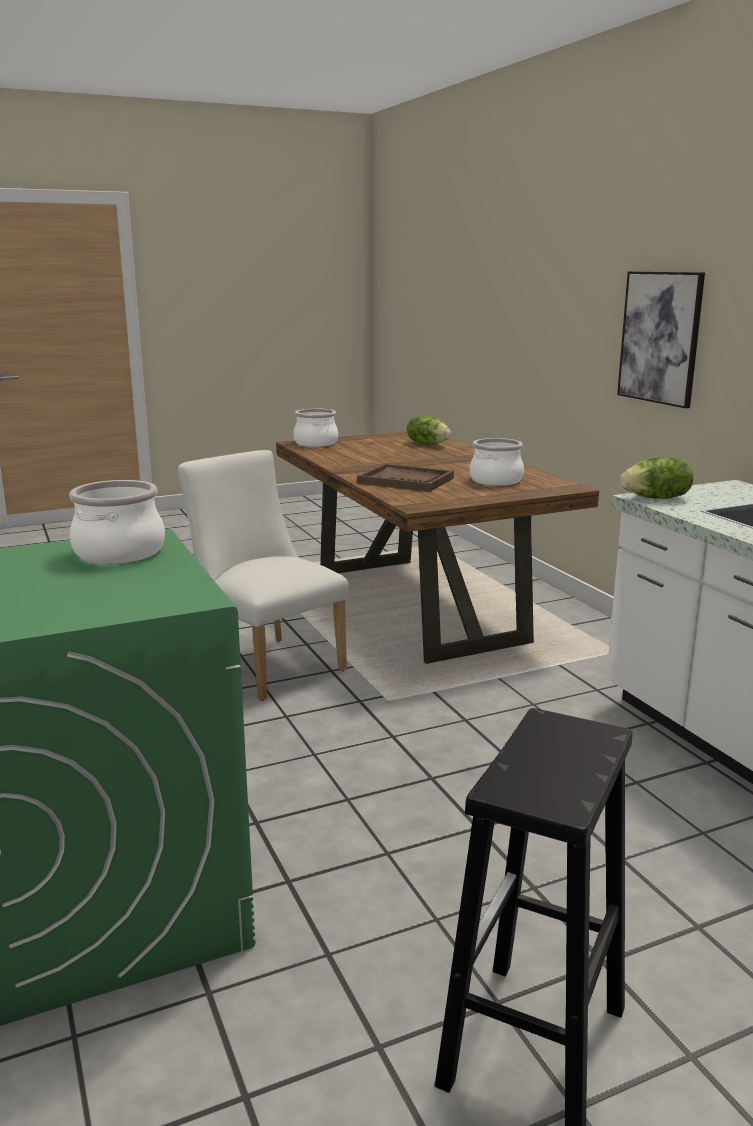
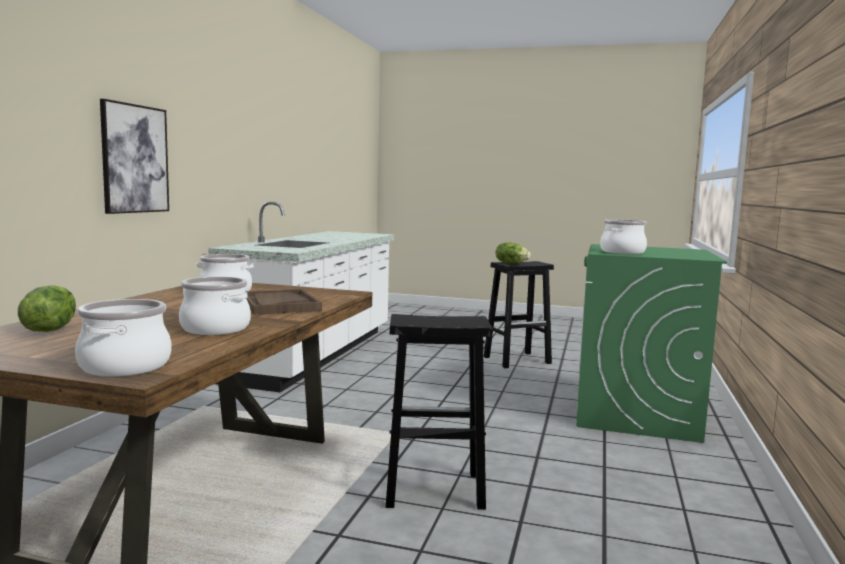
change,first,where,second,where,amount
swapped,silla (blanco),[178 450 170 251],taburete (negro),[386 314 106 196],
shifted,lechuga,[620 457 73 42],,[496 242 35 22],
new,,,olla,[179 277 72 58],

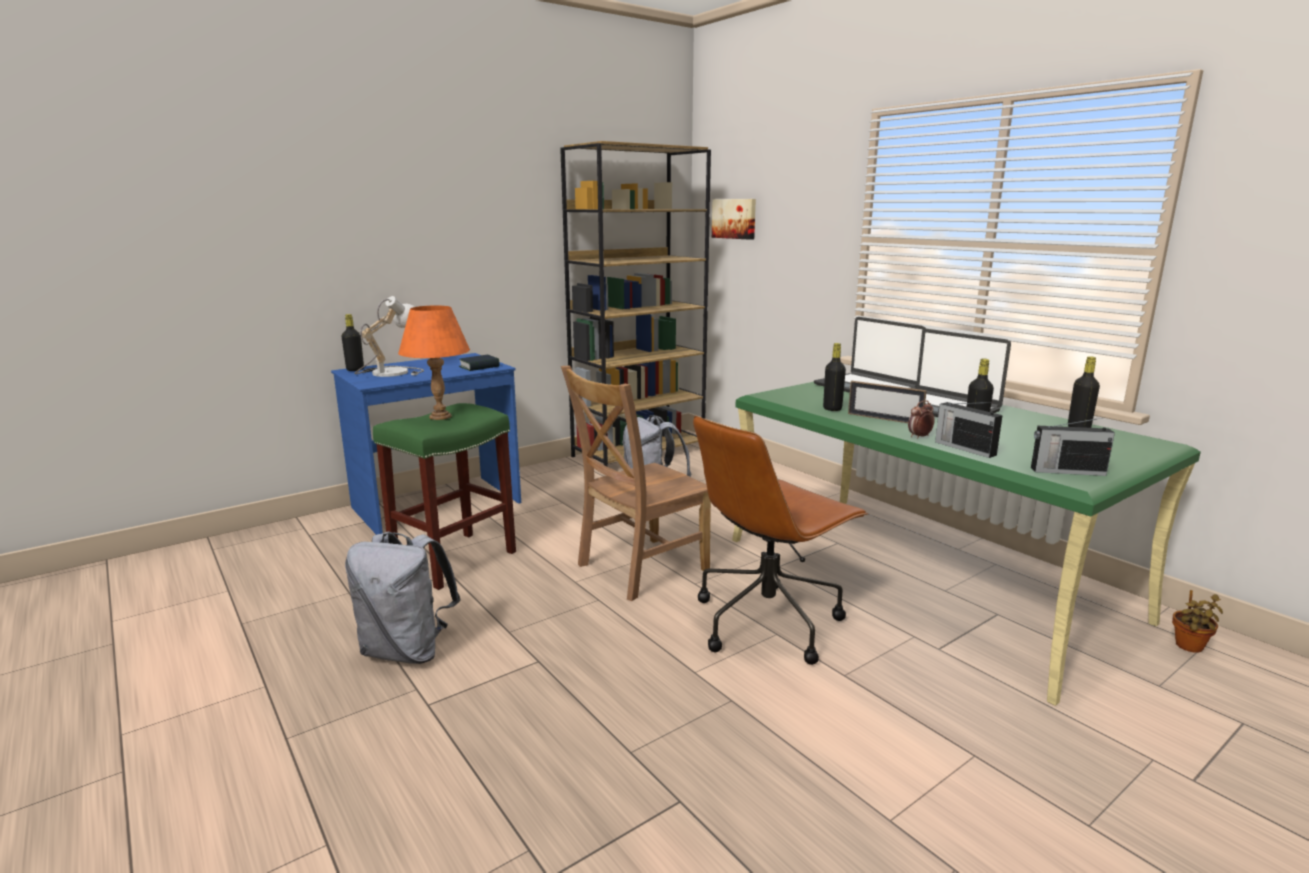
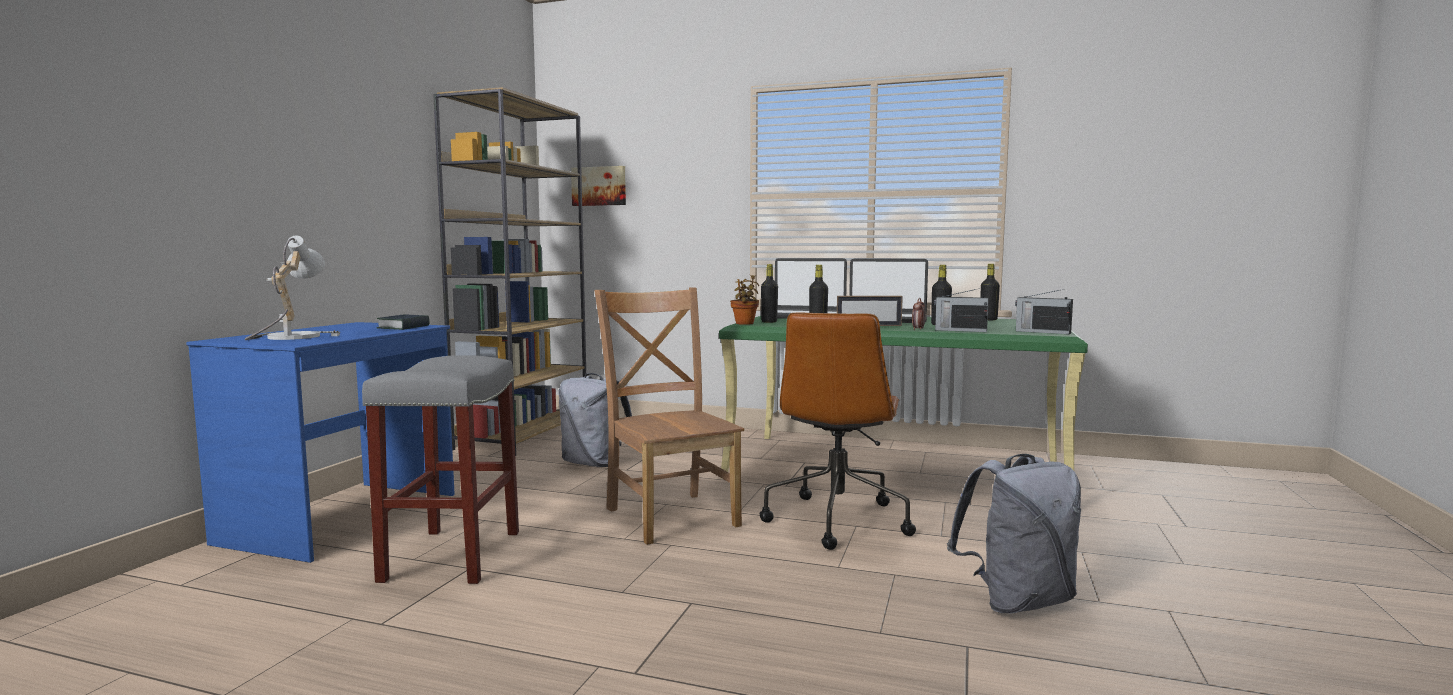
change,first,where,second,where,amount
gone,lámpara de mesa (naranja),[398 306 72 114],,,
shifted,botella (negro),[342 314 22 57],,[761 264 17 59],
rotated,silla (marrón),[561 365 150 236],,[594 287 150 258],135 degrees clockwise
repainted,taburete (verde),[373 403 143 187],taburete (gris),[362 355 157 229],
rotated,radio,[1031 417 84 59],,[1015 289 58 45],60 degrees clockwise
shifted,mochila (gris),[345 531 115 133],,[947 454 134 159],
shifted,planta en maceta,[1172 590 51 63],,[730 275 29 50],

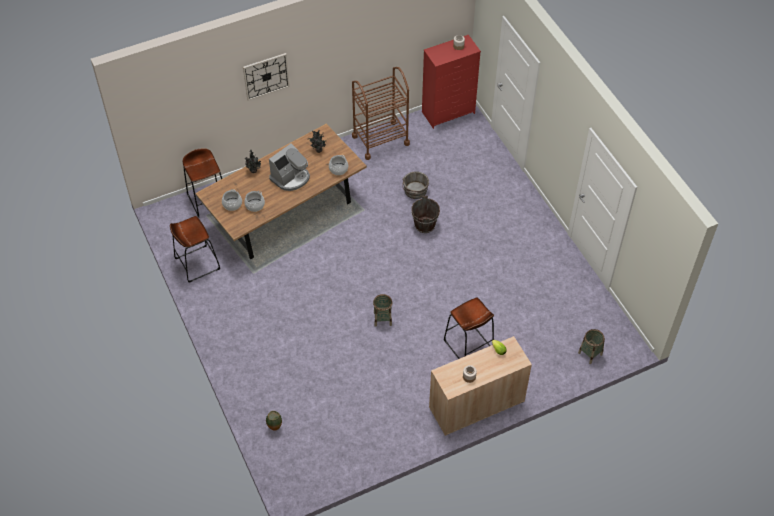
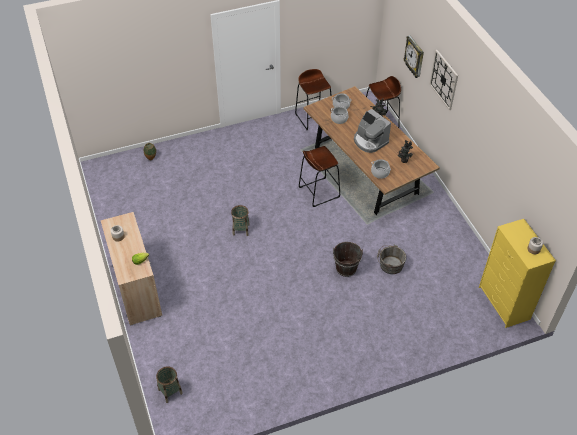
change,first,where,second,where,amount
repainted,cómoda (rojo),[422 35 59 94],cómoda (amarillo),[479 219 77 109],
gone,carrito (marrón),[352 67 58 93],,,
shifted,taburete (marrón),[444 297 50 62],,[299 146 41 61],
new,,,reloj de pared,[403 35 21 43],

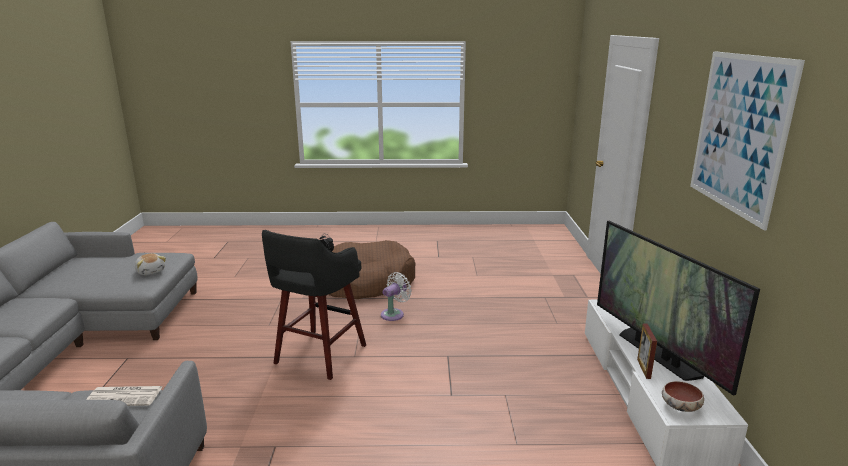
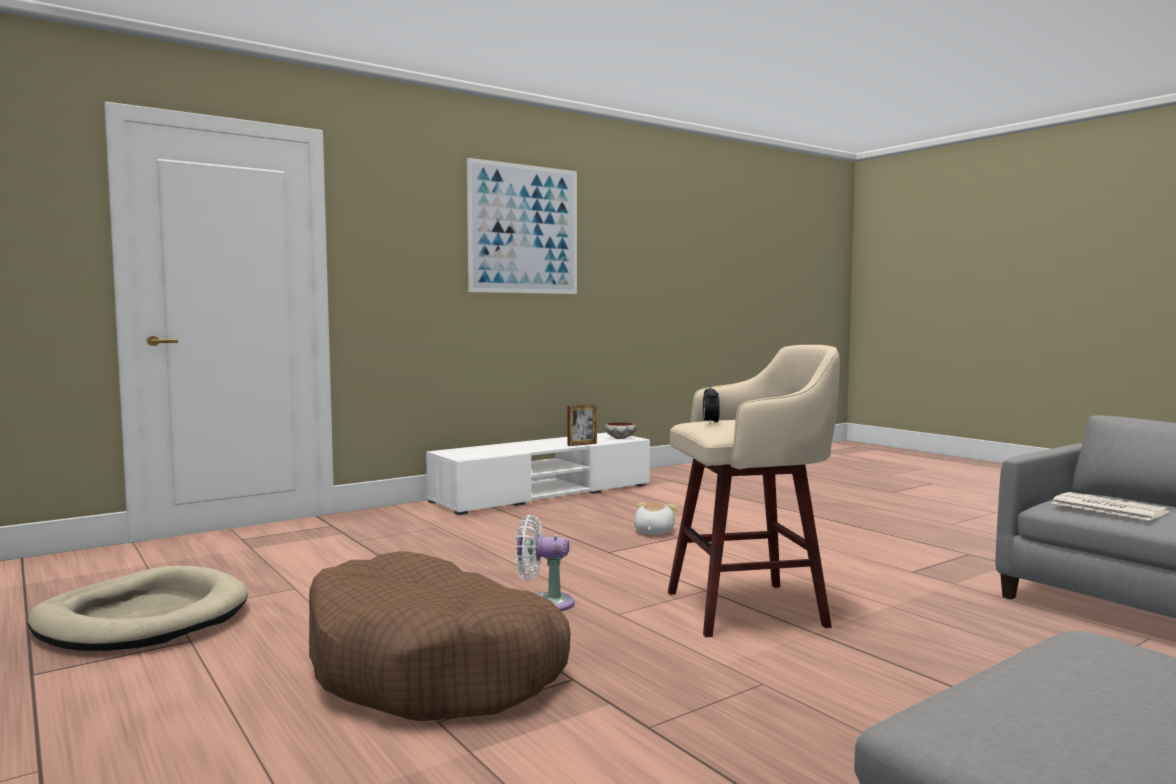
change,first,where,second,where,amount
gone,televisor,[597 221 163 175],,,
repainted,taburete (negro),[262 230 104 150],taburete (beis),[668 345 172 292],
shifted,peluche,[135 253 31 22],,[634 503 43 32],
new,,,cama para perro (beis),[27 566 221 85],

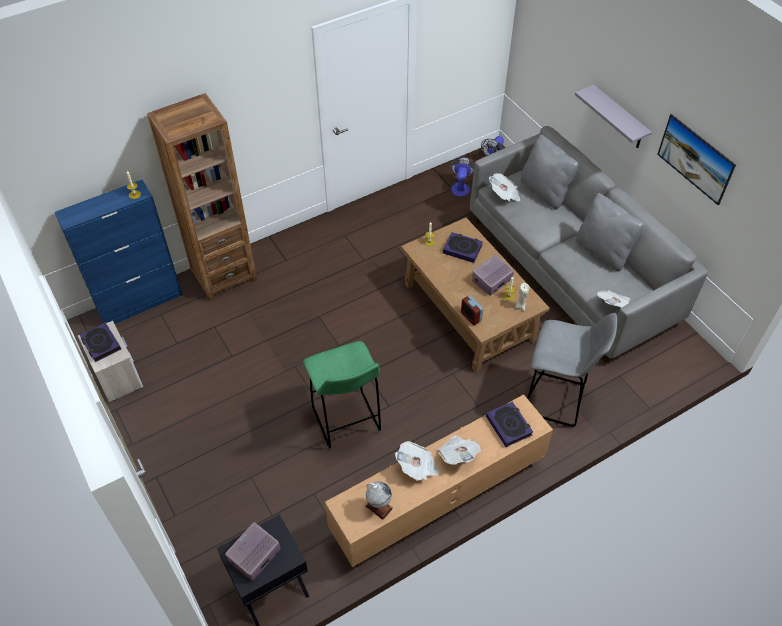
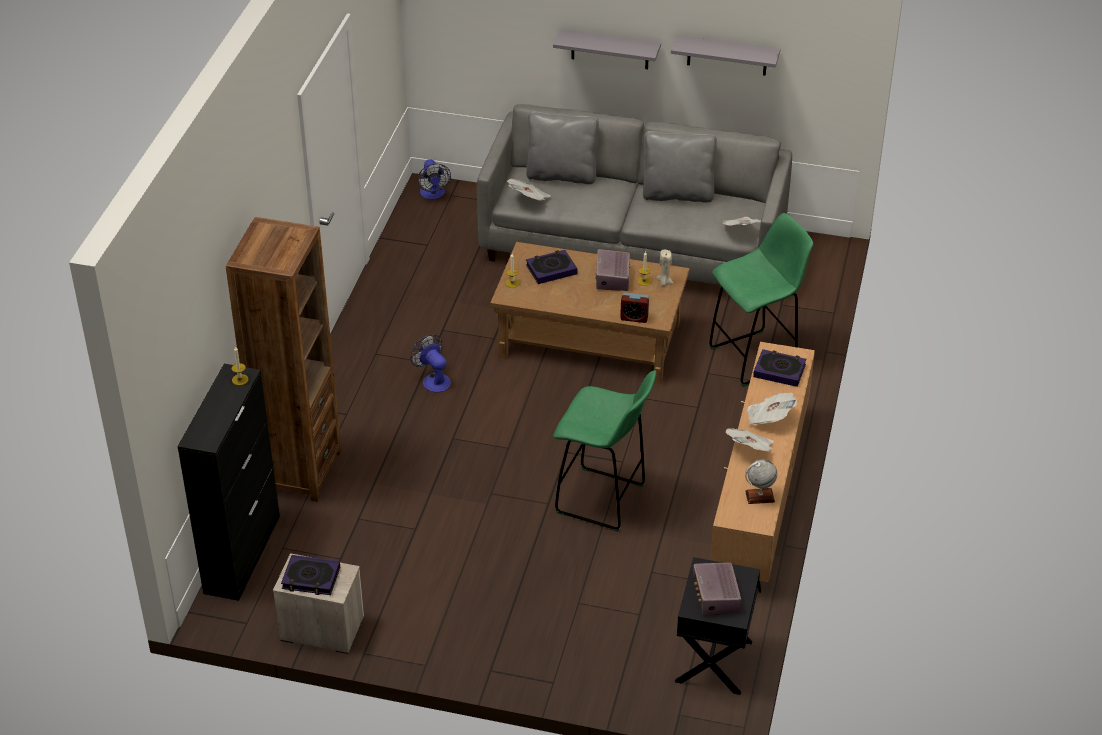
change,first,where,second,where,amount
swapped,cuadro,[657 114 79 91],estante (gris),[671 35 109 41],
shifted,ventilador,[450 157 25 40],,[410 335 41 58],
repainted,armario (azul),[55 180 127 144],armario (negro),[177 364 103 237],
repainted,taburete (gris),[527 313 90 115],taburete (verde),[709 213 104 174],

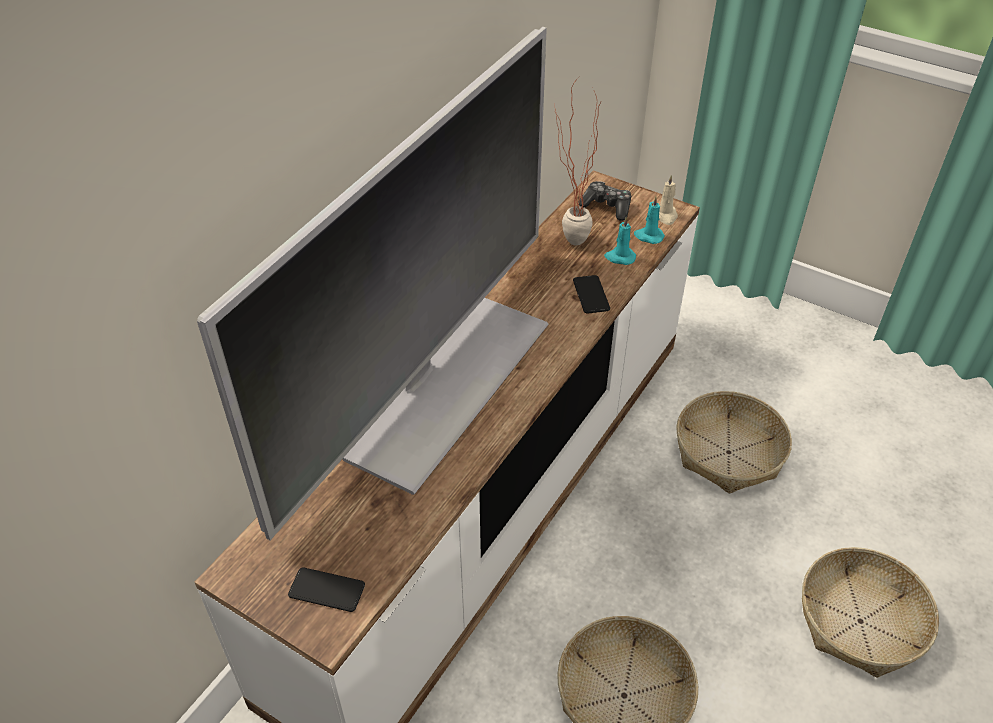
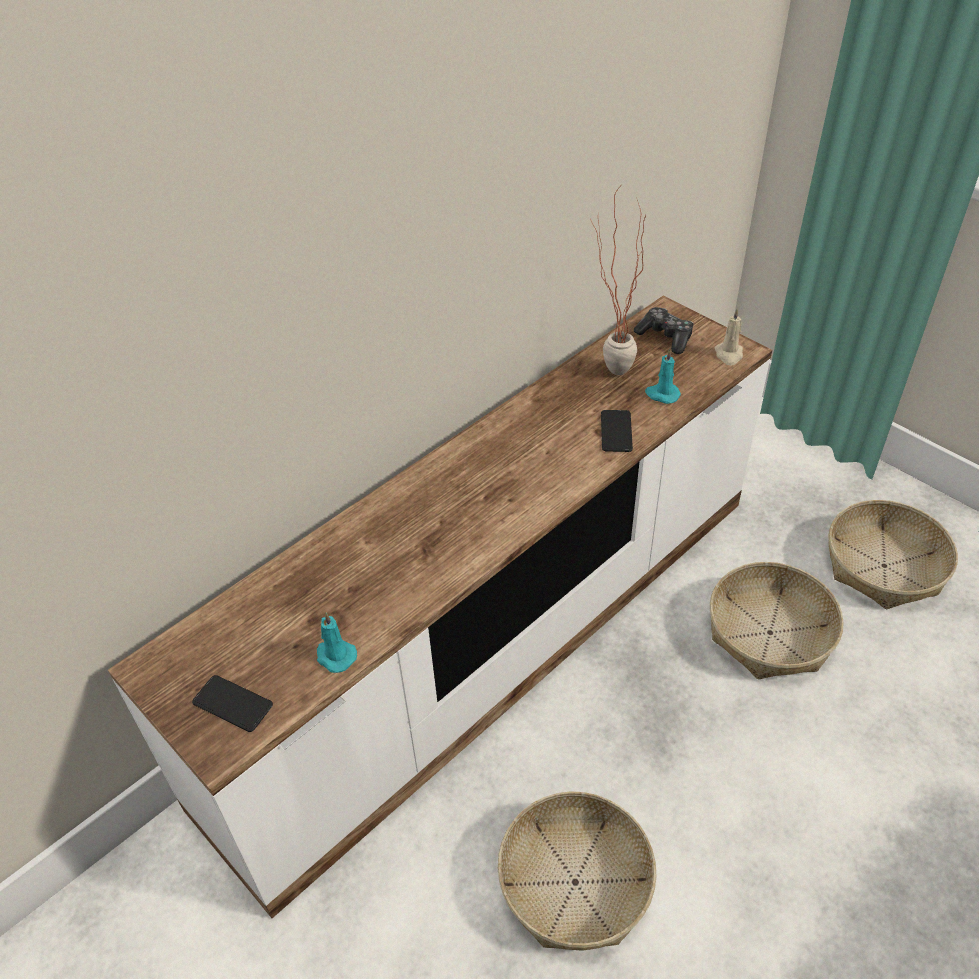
change,first,where,second,where,amount
gone,televisor,[197 27 352 513],,,
shifted,vela (turquesa),[634 196 31 48],,[317 613 40 60],
shifted,cesta,[802 547 137 131],,[828 500 130 110],

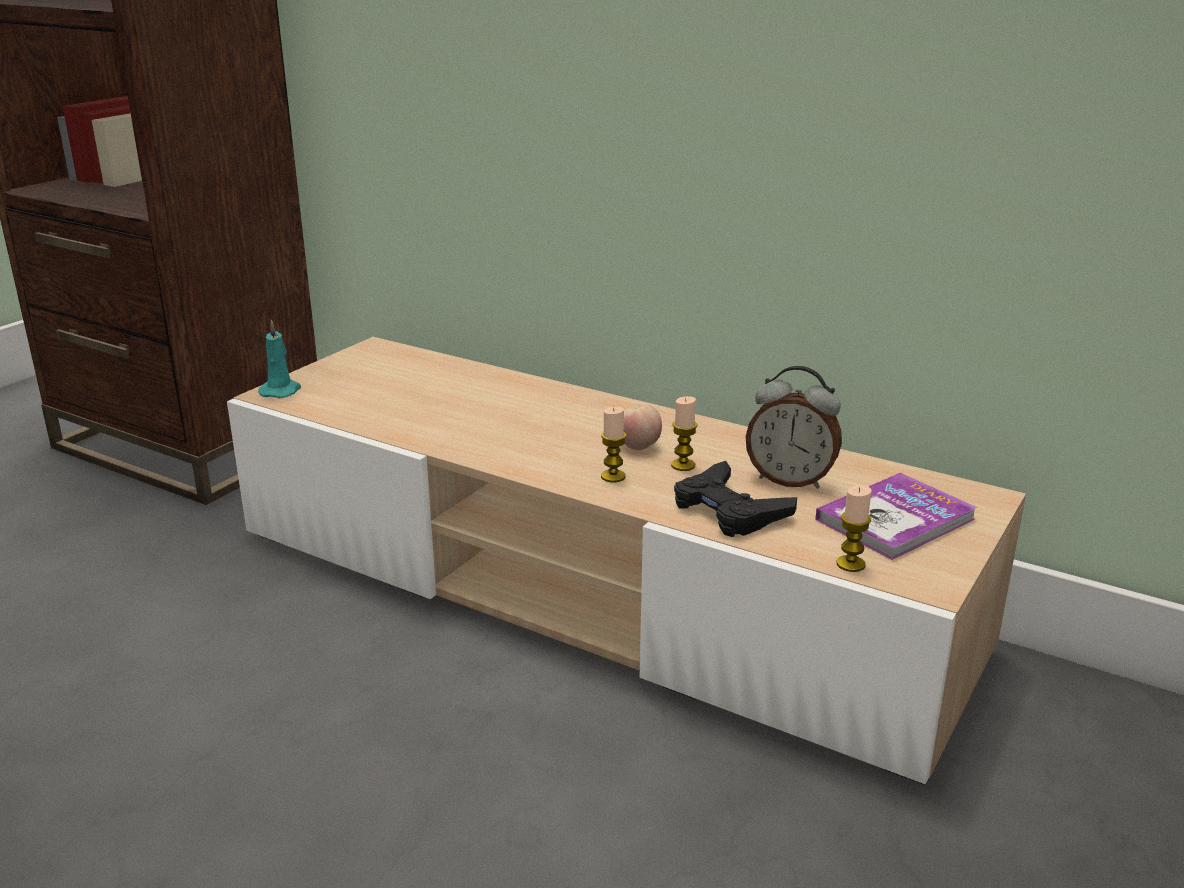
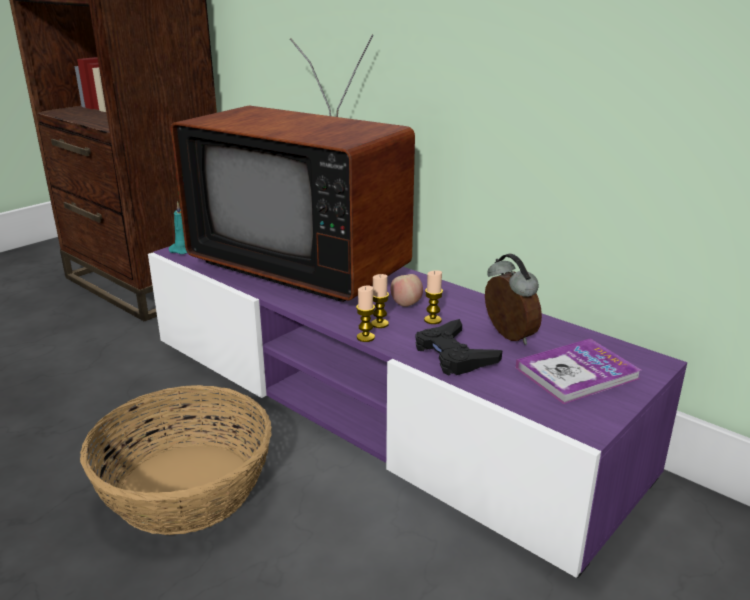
change,first,where,second,where,amount
repainted,mueble de televisión (beis),[227 337 799 448],mueble de televisión (morado),[148 247 539 331],
rotated,despertador,[746 366 96 123],,[485 254 57 91],150 degrees counterclockwise
shifted,vela,[836 485 36 87],,[356 286 19 56],
new,,,televisor,[171 34 244 268],
new,,,cesta,[80 385 192 150],

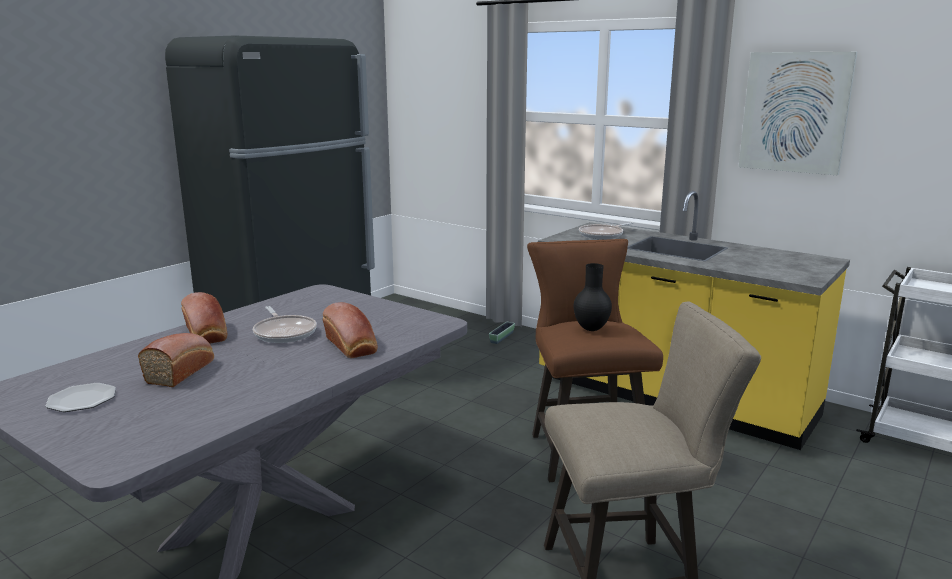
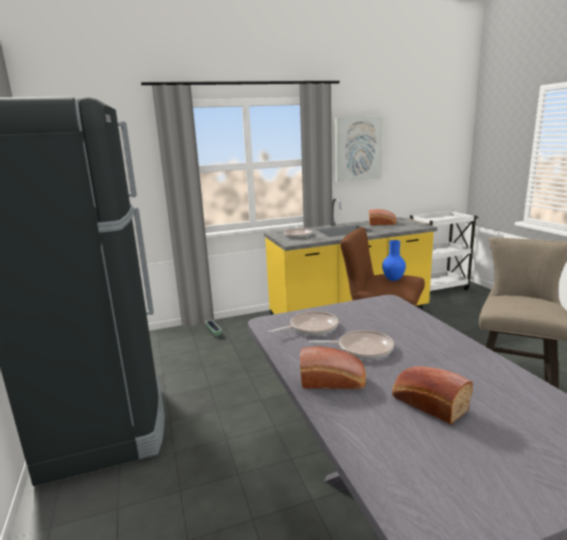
change,first,where,second,where,amount
repainted,florero (negro),[574 263 38 68],florero (azul),[382 240 24 41],
shifted,pan,[323 302 55 56],,[369 209 27 17],
gone,plato,[45 383 71 29],,,
new,,,sartén,[268 311 71 25],

